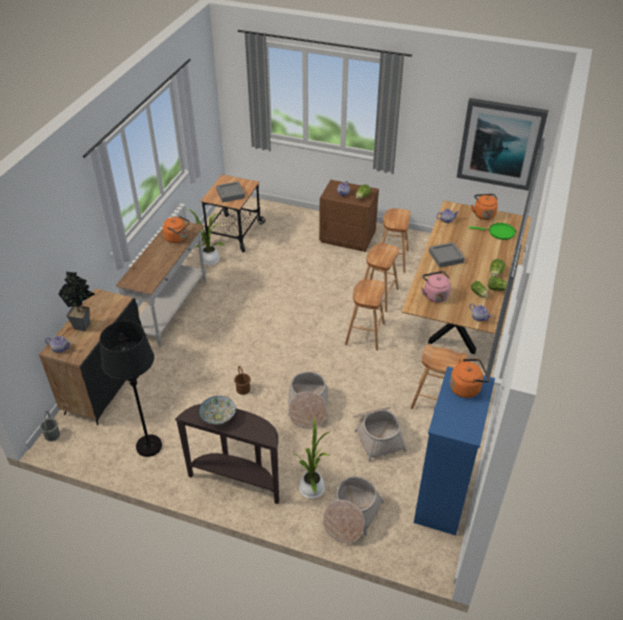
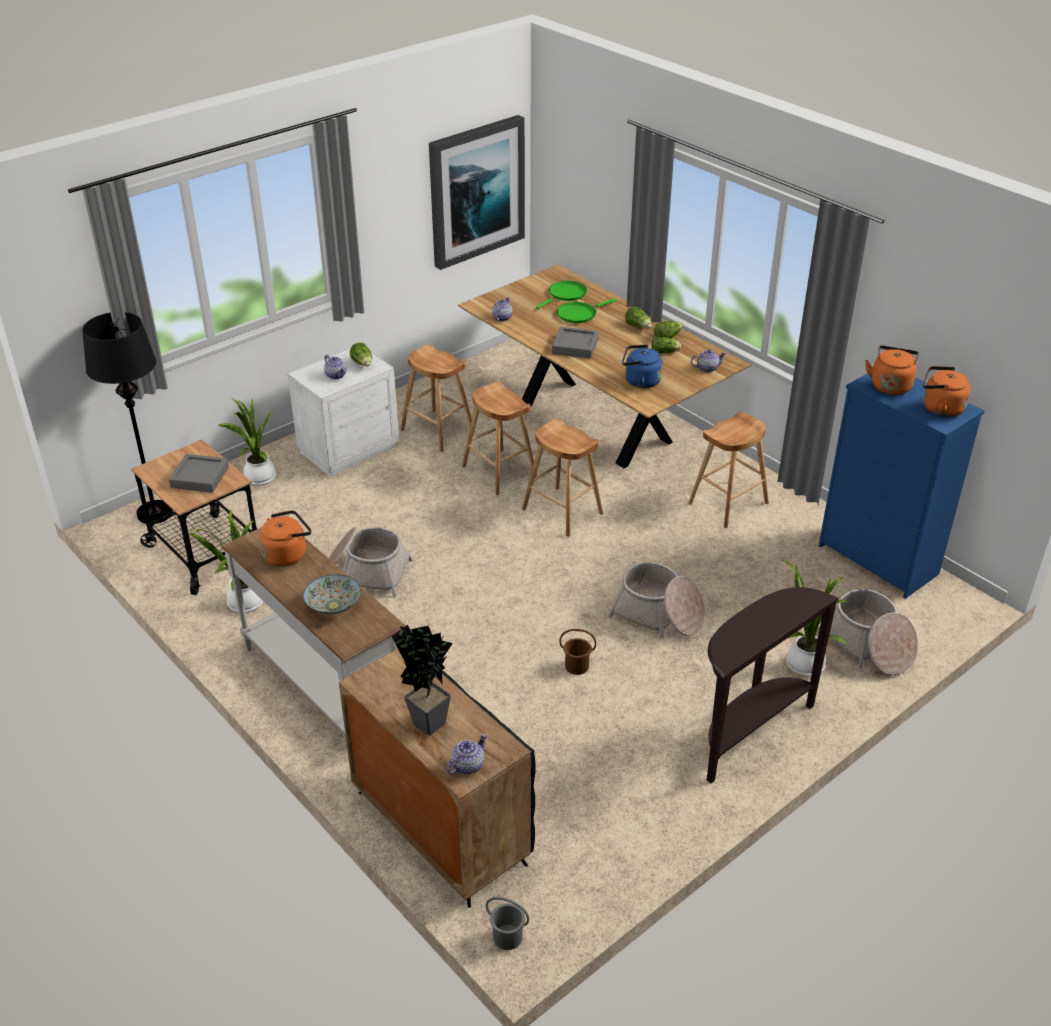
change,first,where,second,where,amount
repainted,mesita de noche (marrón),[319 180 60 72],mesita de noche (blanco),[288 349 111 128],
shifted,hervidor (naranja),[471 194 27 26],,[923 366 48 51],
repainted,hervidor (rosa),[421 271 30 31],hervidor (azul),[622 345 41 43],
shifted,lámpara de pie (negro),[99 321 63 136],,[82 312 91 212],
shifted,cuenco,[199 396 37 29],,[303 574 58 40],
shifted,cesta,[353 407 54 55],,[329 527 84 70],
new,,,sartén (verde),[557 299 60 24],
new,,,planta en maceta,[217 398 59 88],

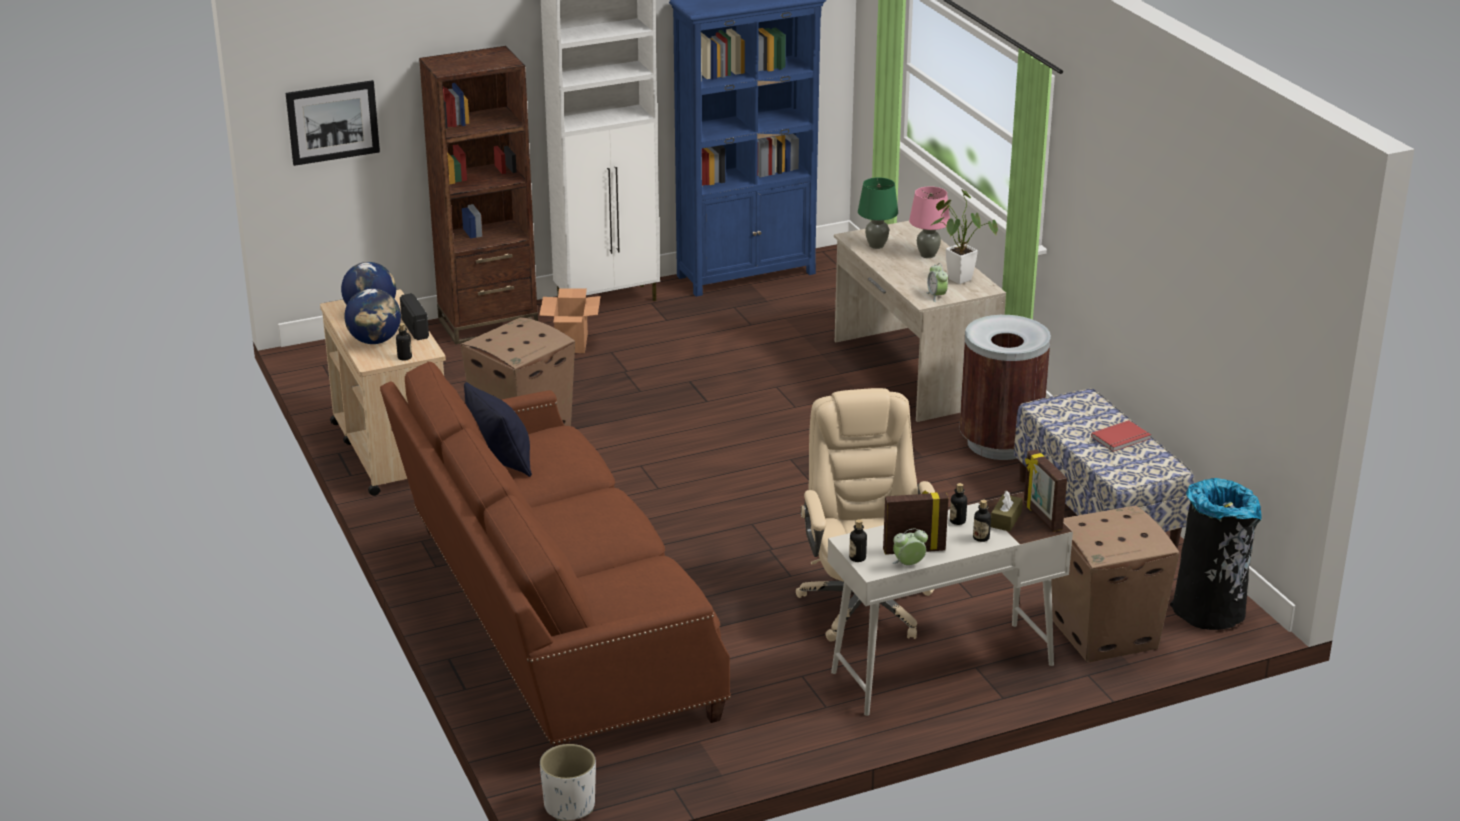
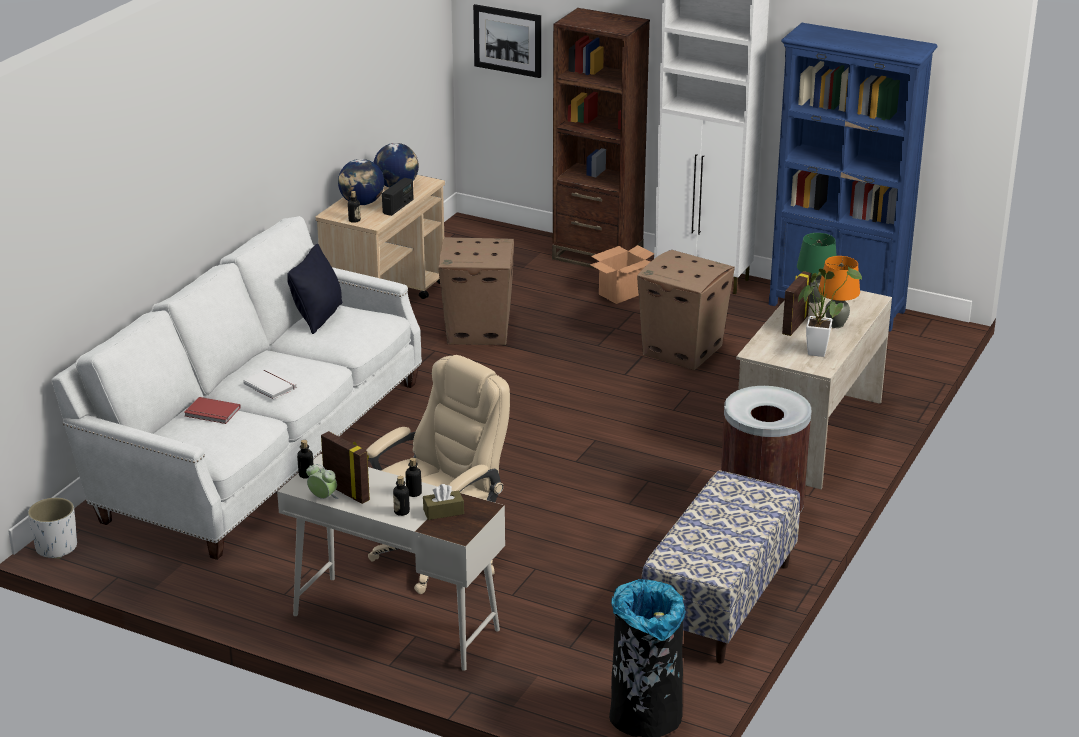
change,first,where,second,where,amount
repainted,lámpara de mesa (rosa),[909 186 41 72],lámpara de mesa (naranja),[818 256 42 72],
gone,despertador,[926 263 22 39],,,
repainted,sofá (marrón),[380 361 351 386],sofá (blanco),[52 216 370 344],
shifted,libro (rojo),[1091 420 60 32],,[184 397 57 27],
shifted,portarretratos,[1024 449 43 83],,[782 271 29 65],
shifted,caja de cartón,[1051 506 128 157],,[637 250 98 120],
new,,,libro (blanco),[243 369 54 30],

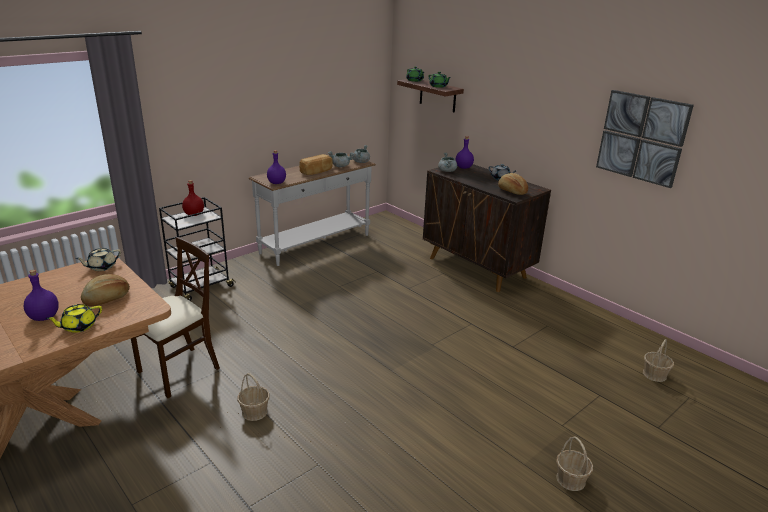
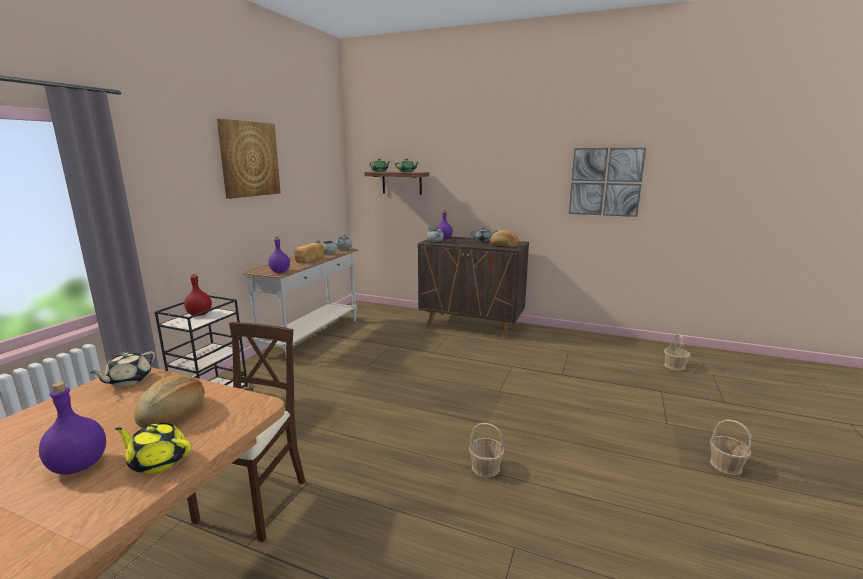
change,first,where,second,where,amount
rotated,tetera (amarillo),[46 304 56 29],,[115 423 76 51],75 degrees clockwise
shifted,cesta,[237 373 33 48],,[469 423 35 55],
new,,,cuadro,[217 119 64 80],

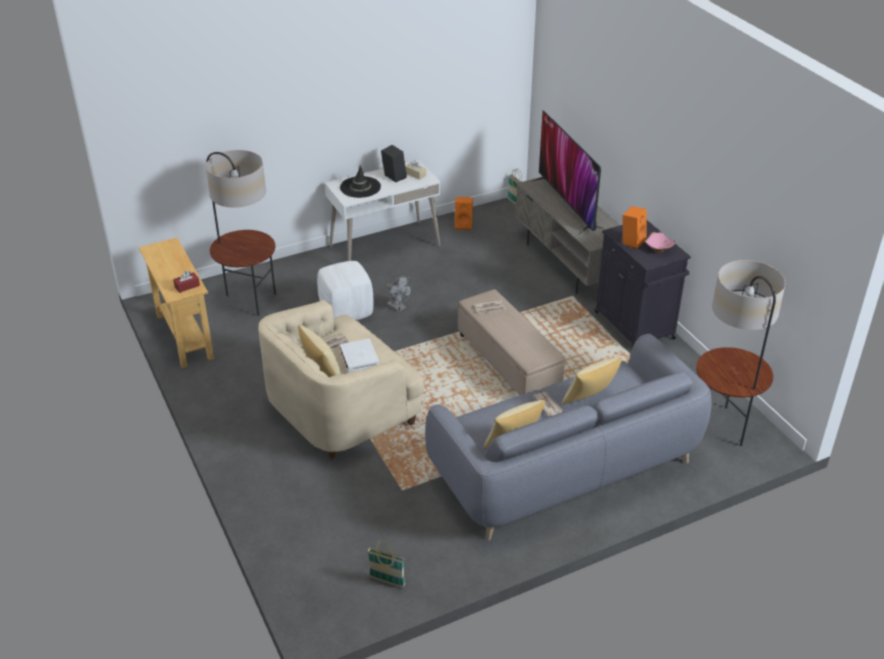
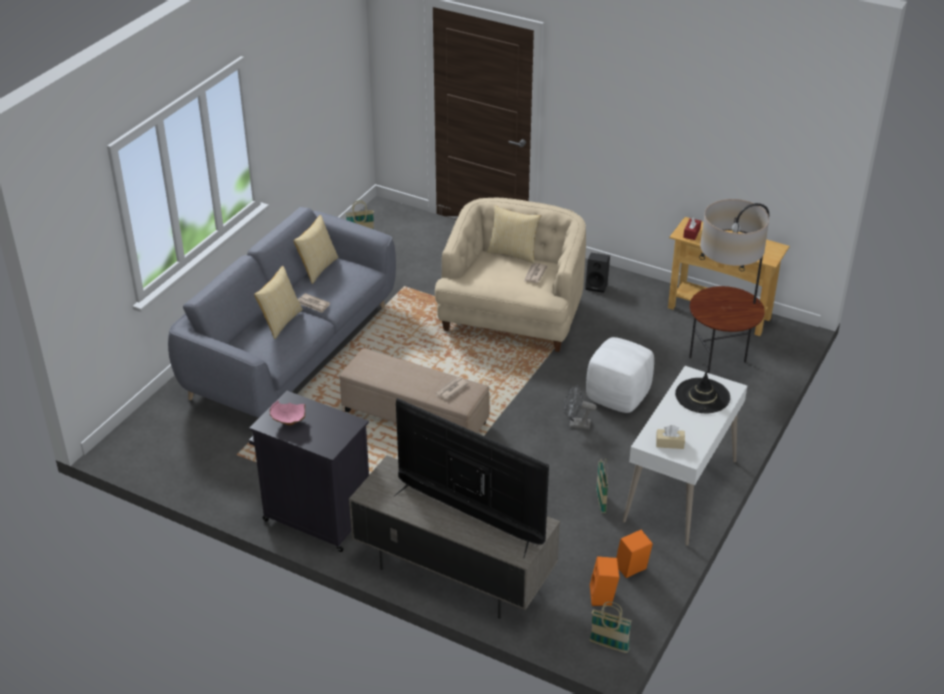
change,first,where,second,where,amount
shifted,altavoz (negro),[381 145 26 37],,[585 253 25 40],
shifted,altavoz (naranja),[623 206 23 43],,[590 556 29 50],
gone,lámpara de pie,[696 260 89 186],,,
gone,libro (blanco),[339 339 40 33],,,
new,,,cesta,[596 458 12 55],

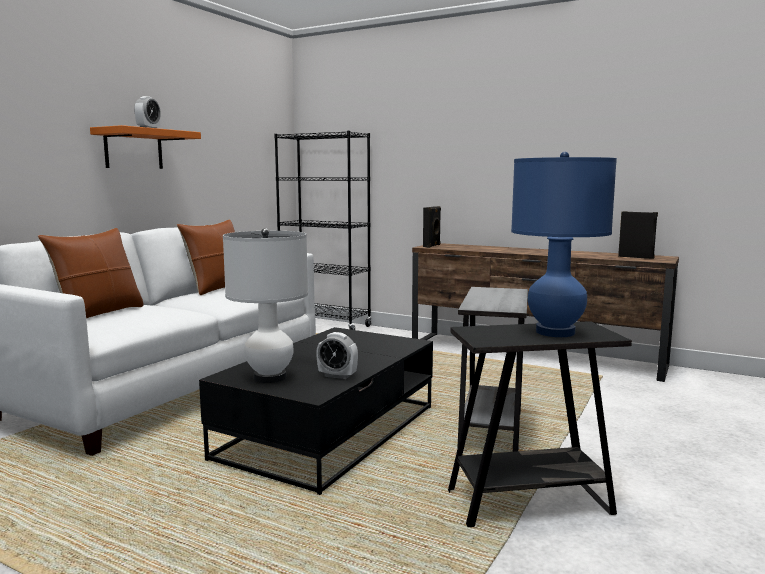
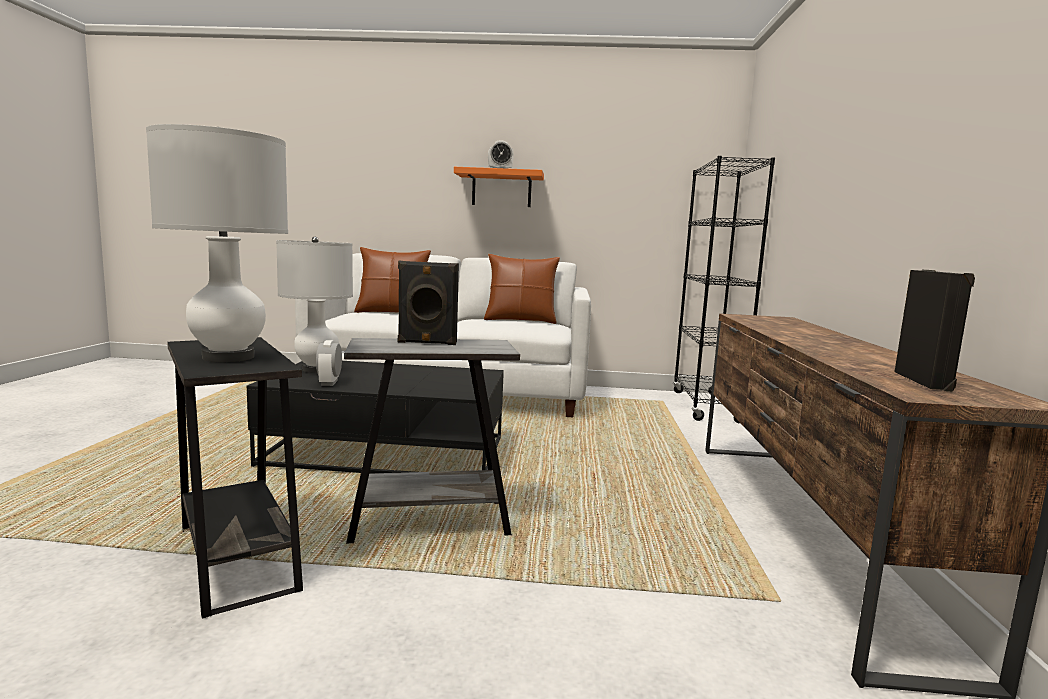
change,first,where,second,where,amount
repainted,lámpara de mesa (azul),[511 152 106 185],lámpara de mesa (blanco),[146 124 142 238],
shifted,altavoz (negro),[423 206 18 42],,[398 261 61 84],

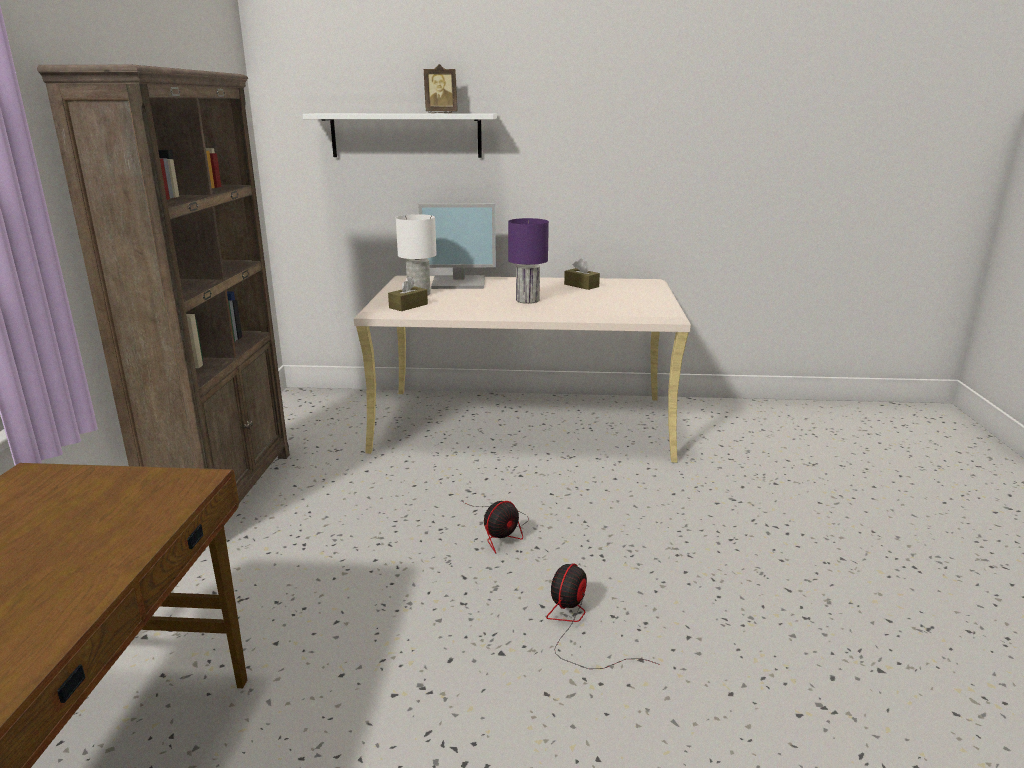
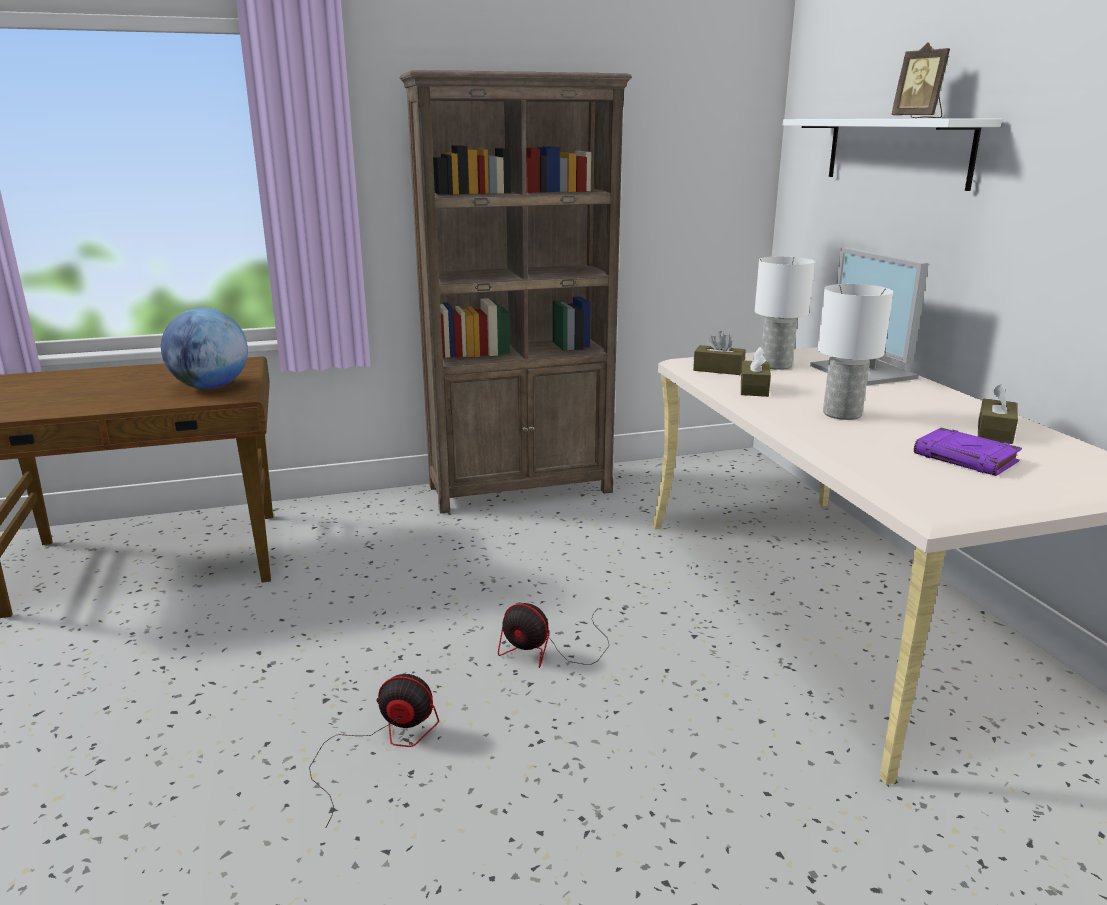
change,first,where,second,where,amount
repainted,lámpara de mesa (morado),[508 218 41 86],lámpara de mesa (blanco),[818 284 75 136],
new,,,globo terráqueo,[161 308 87 81],
new,,,caja de pañuelos (marrón),[741 347 30 50],
new,,,libro (morado),[914 427 108 49],

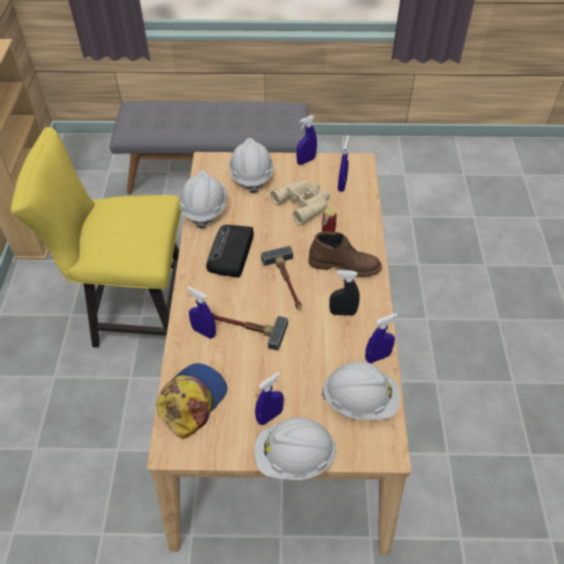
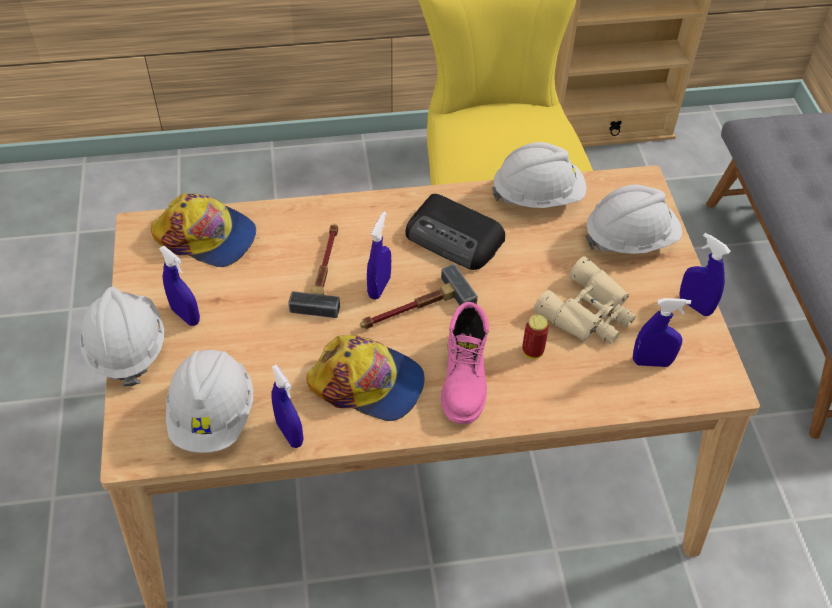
change,first,where,second,where,amount
rotated,radio,[206 225 48 53],,[405 194 100 76],150 degrees counterclockwise
repainted,bota (marrón),[308 231 74 46],bota (rosa),[441 302 48 122],
swapped,pulverizador (negro),[329 270 31 46],gorra,[306 335 119 86],
shifted,pulverizador (azul),[187 286 29 53],,[367 211 24 89],

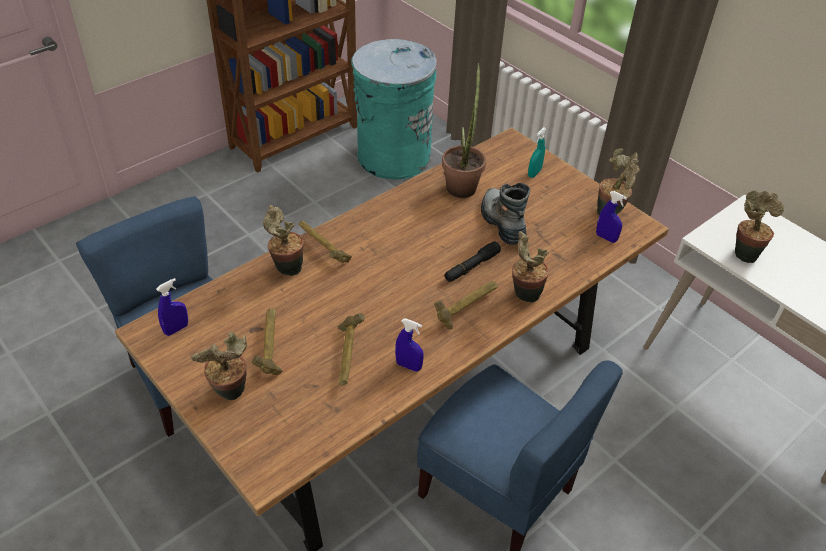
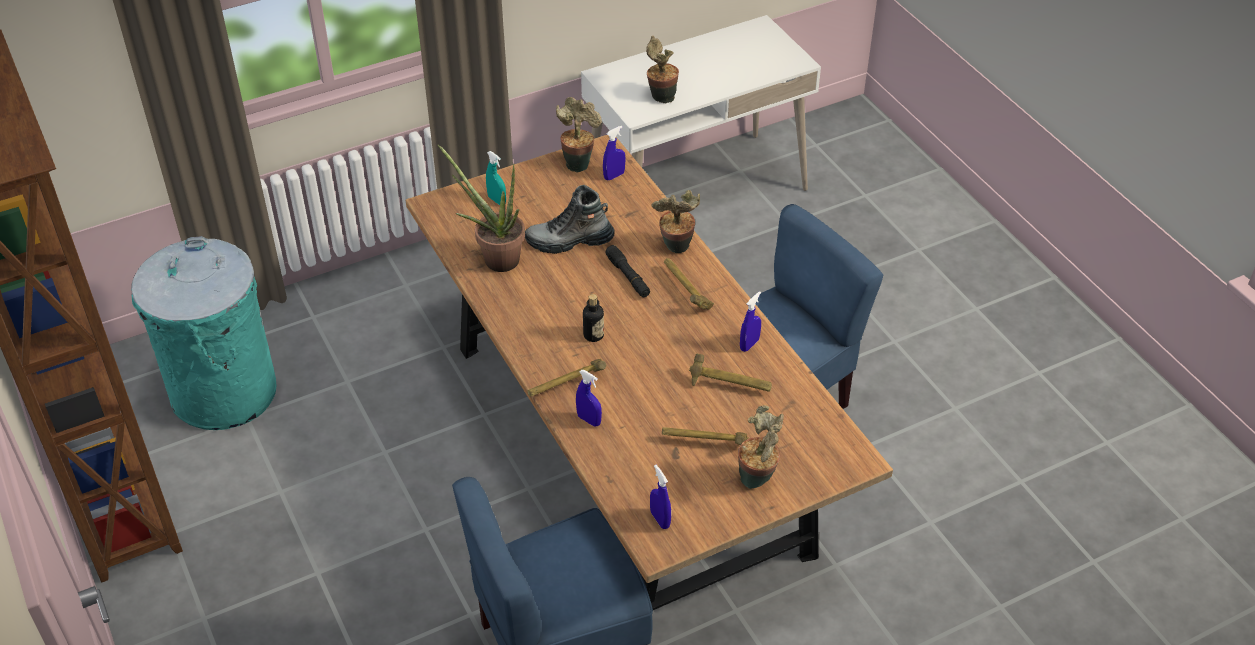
change,first,where,second,where,amount
swapped,planta en maceta,[263 205 41 71],pulverizador (azul),[576 370 26 57],
new,,,botella,[583 294 21 48],

